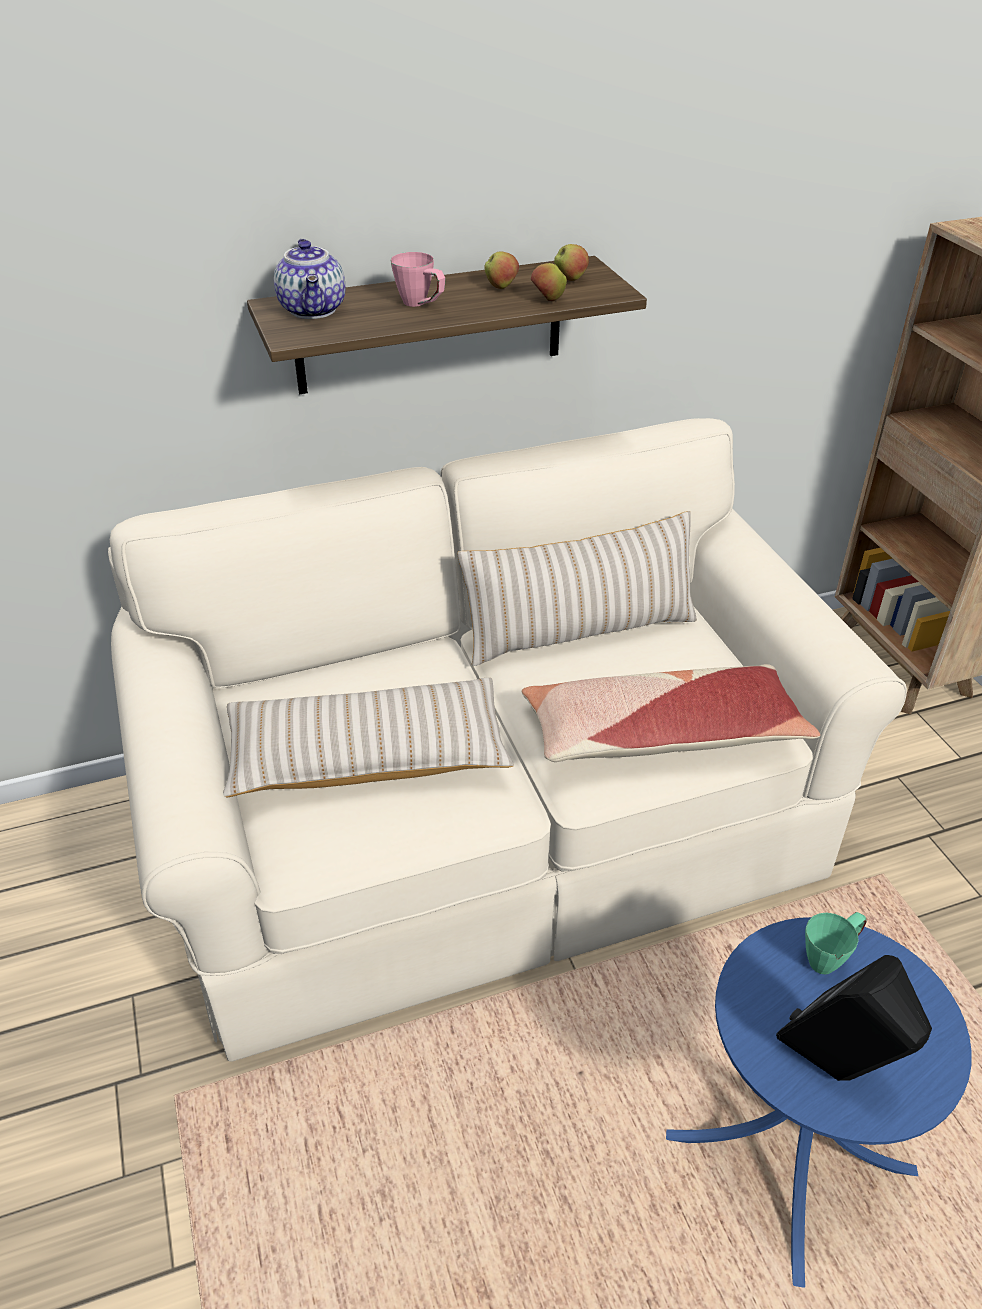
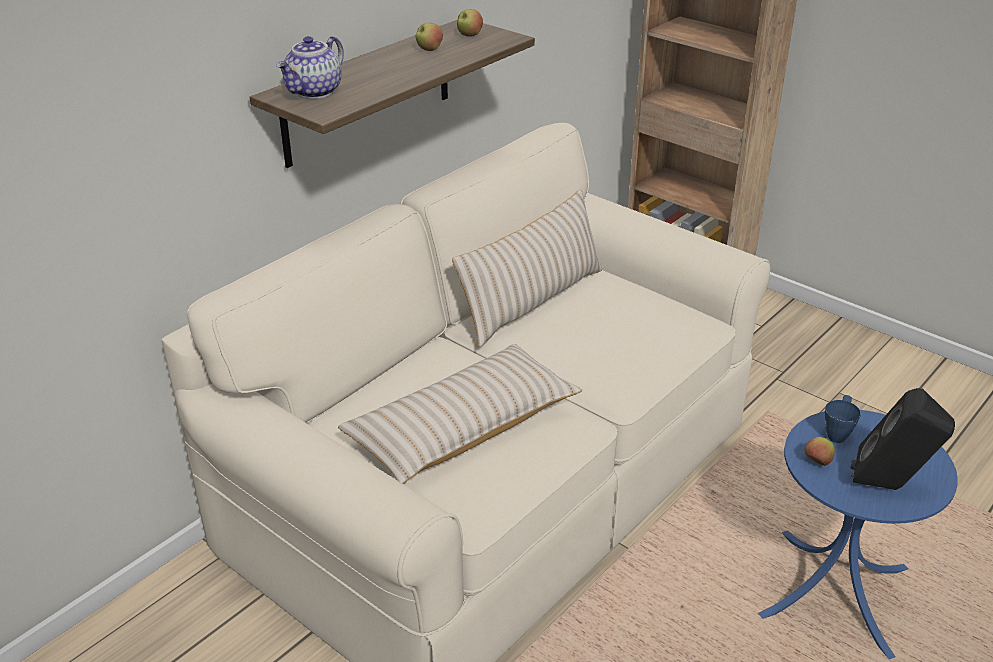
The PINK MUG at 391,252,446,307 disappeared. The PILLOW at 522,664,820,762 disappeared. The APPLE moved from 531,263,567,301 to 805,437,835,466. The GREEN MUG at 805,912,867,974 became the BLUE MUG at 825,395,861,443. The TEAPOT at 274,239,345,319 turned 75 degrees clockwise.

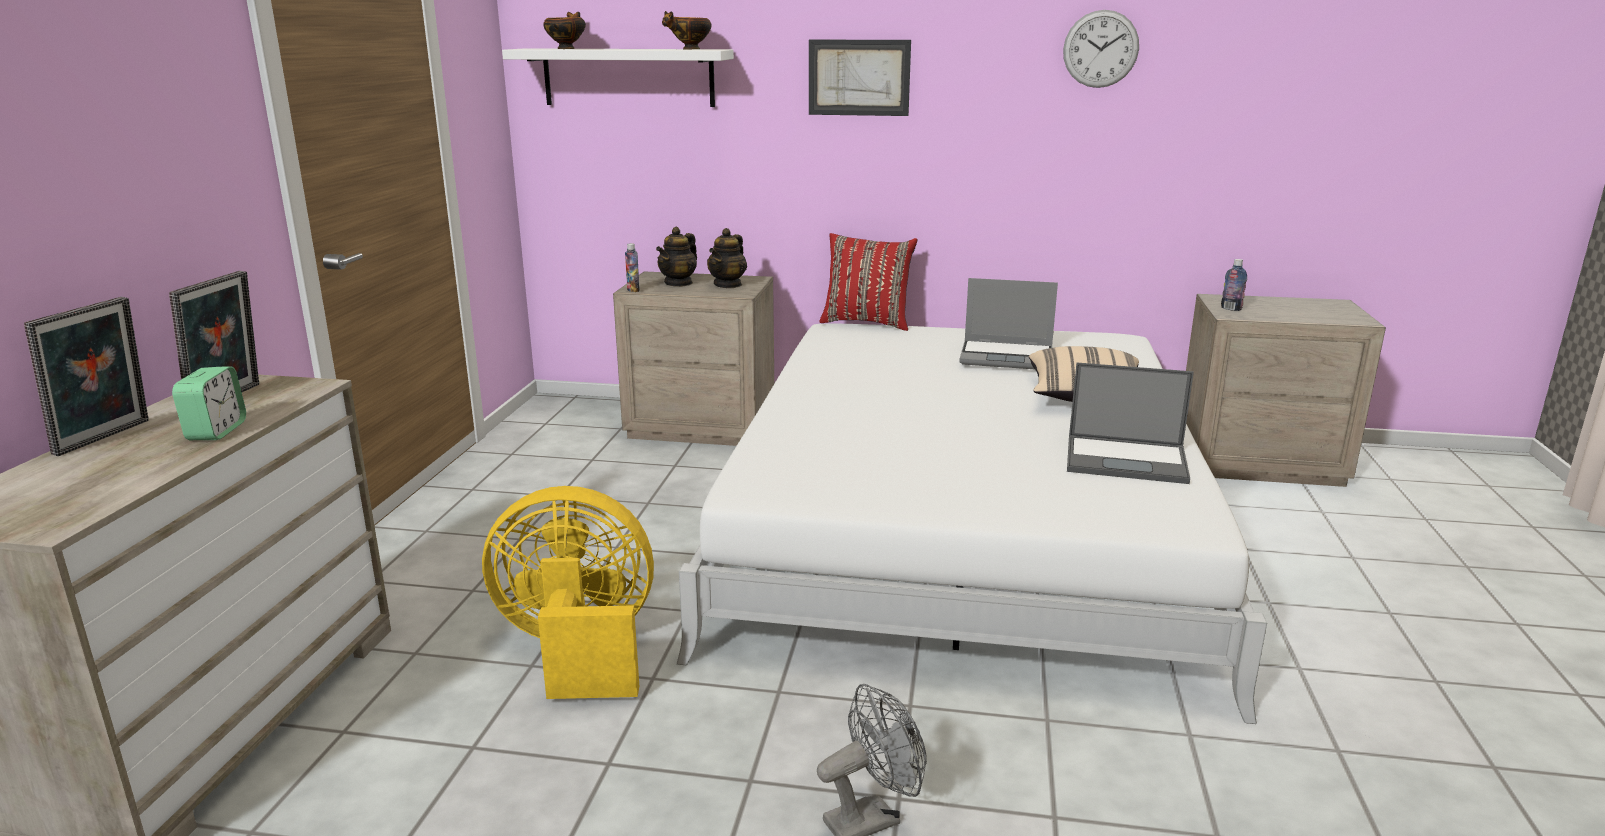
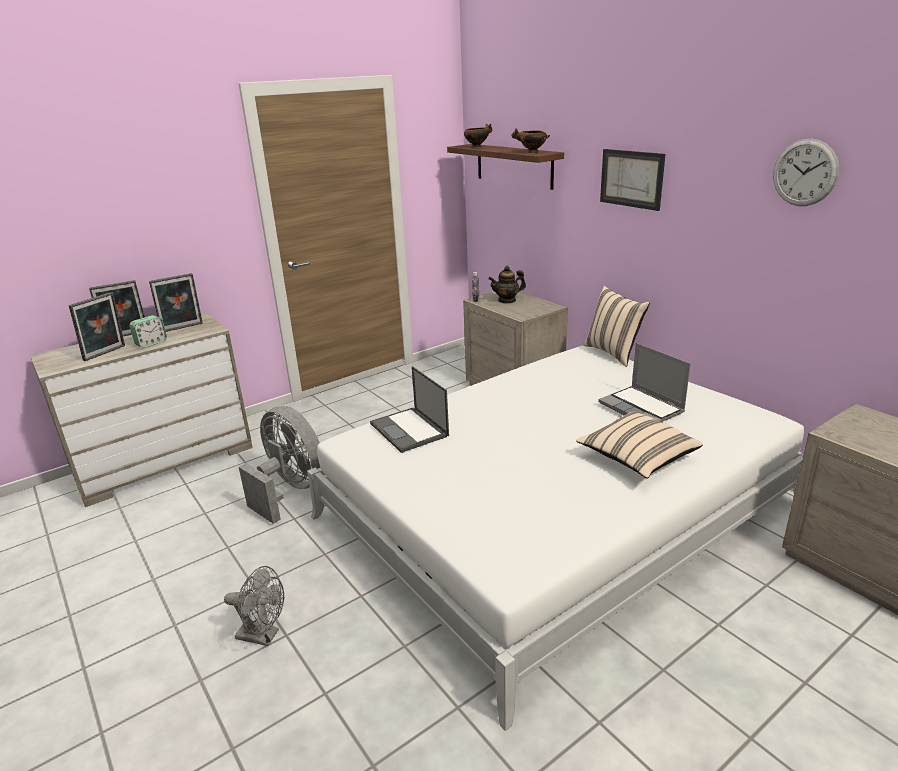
The TEAPOT at 707,228,747,288 disappeared. The BOTTLE at 1221,259,1247,311 disappeared. The PICTURE FRAME at 69,292,125,361 appeared. The LAPTOP moved from 1067,362,1194,484 to 370,366,449,453. The YELLOW FAN at 482,486,654,699 became the GREY FAN at 239,406,320,524. The WHITE SHELF at 502,48,734,107 became the BROWN SHELF at 447,144,564,190. The RED PILLOW at 819,233,917,331 became the BEIGE PILLOW at 584,286,650,367.

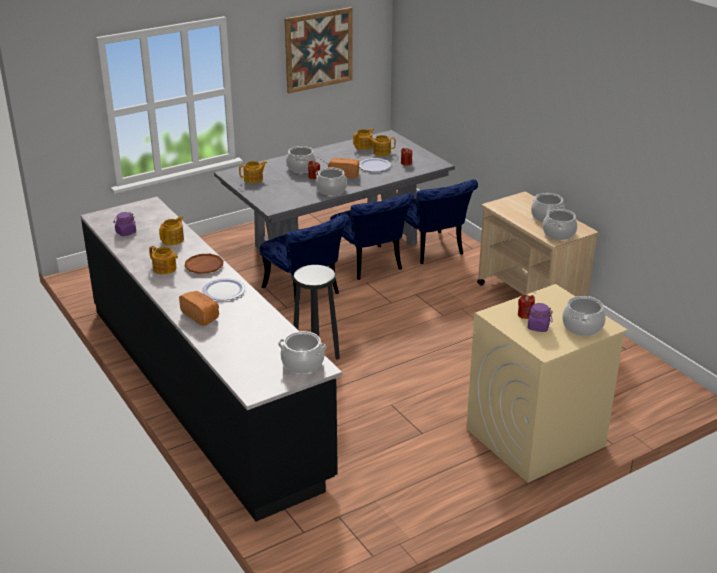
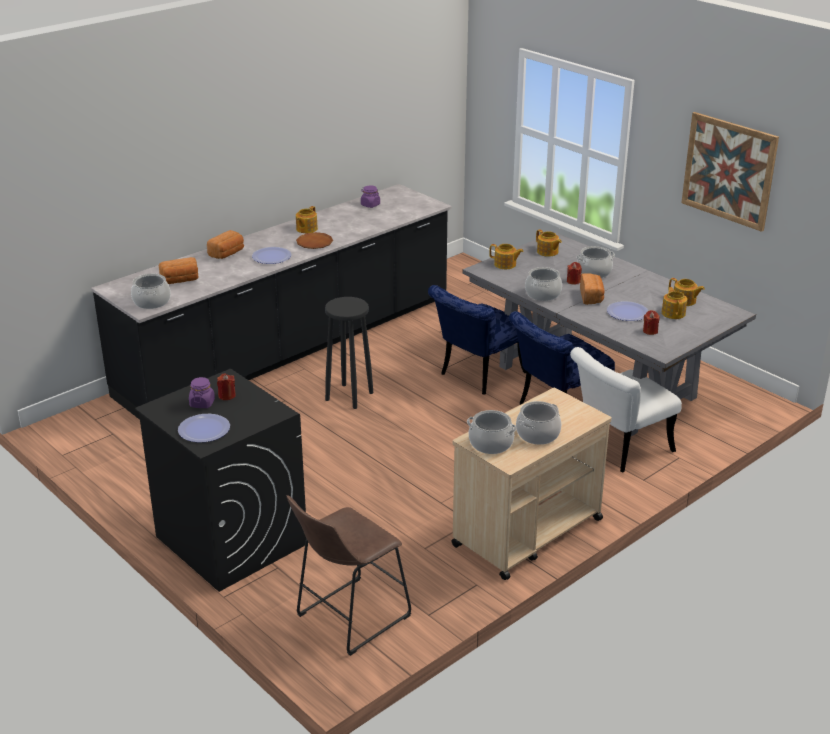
The BREAD at 159,257,198,284 appeared. The BROWN STOOL at 287,495,411,656 appeared. The TEAPOT moved from 159,216,184,245 to 489,244,524,269. The COOKING POT at 562,296,605,336 was replaced by the PLATE at 178,414,230,442. The BLUE CHAIR at 393,179,478,264 became the WHITE CHAIR at 570,347,682,472. The BEIGE WASHING MACHINE at 466,284,628,483 became the BLACK WASHING MACHINE at 135,369,306,592.

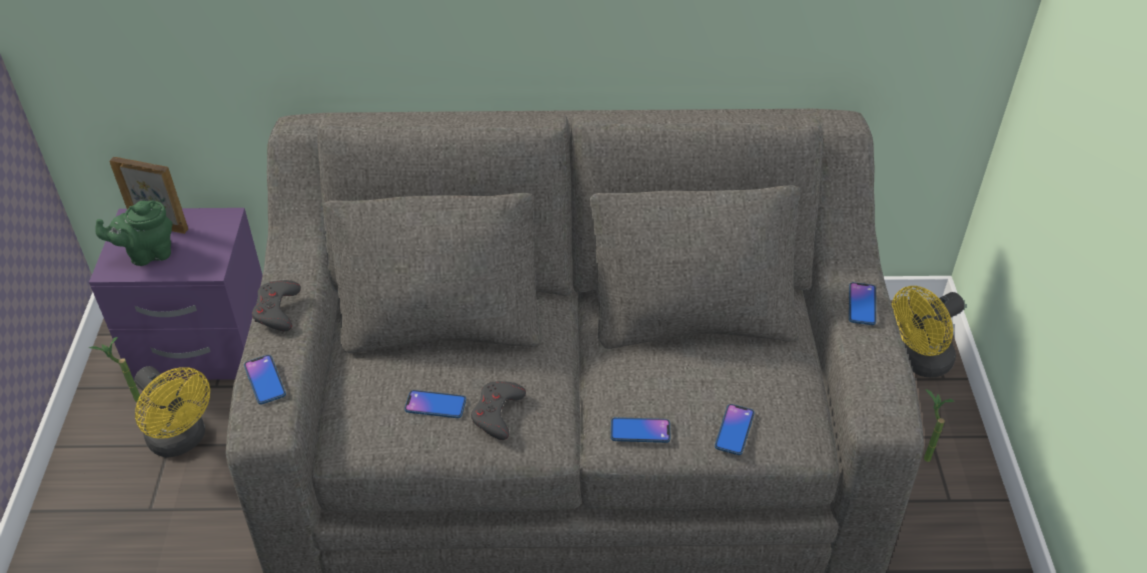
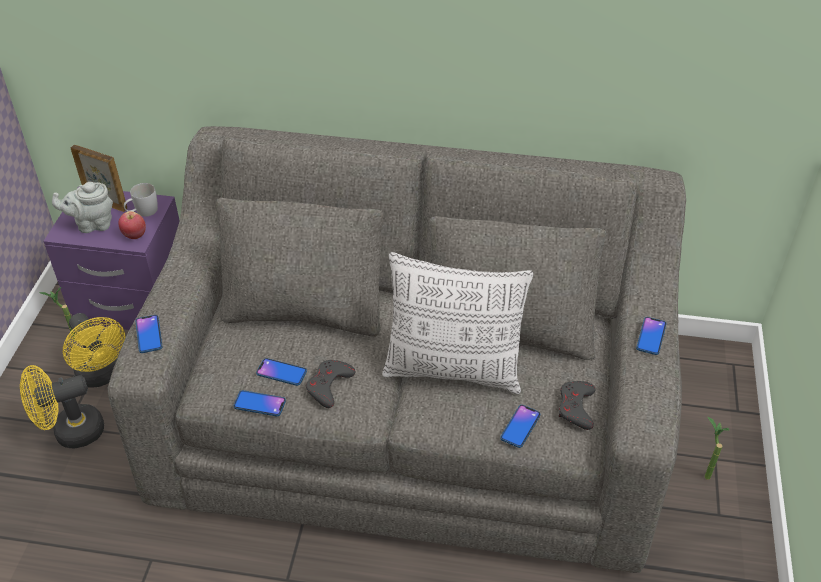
The APPLE at 118,211,146,239 appeared. The WHITE MUG at 124,183,158,217 appeared. The PILLOW at 382,252,534,395 appeared. The GREY GAME CONTROLLER moved from 252,280,301,331 to 559,381,595,430. The PHONE moved from 611,417,670,443 to 234,390,286,416. The YELLOW FAN moved from 891,286,964,377 to 20,365,104,449. The GREEN TEAPOT at 96,201,173,266 became the GREY TEAPOT at 52,182,113,233.

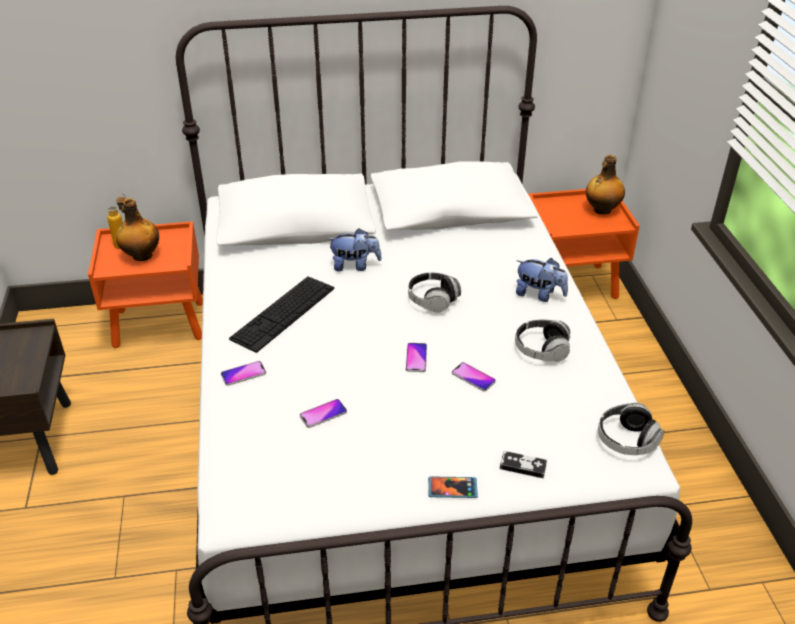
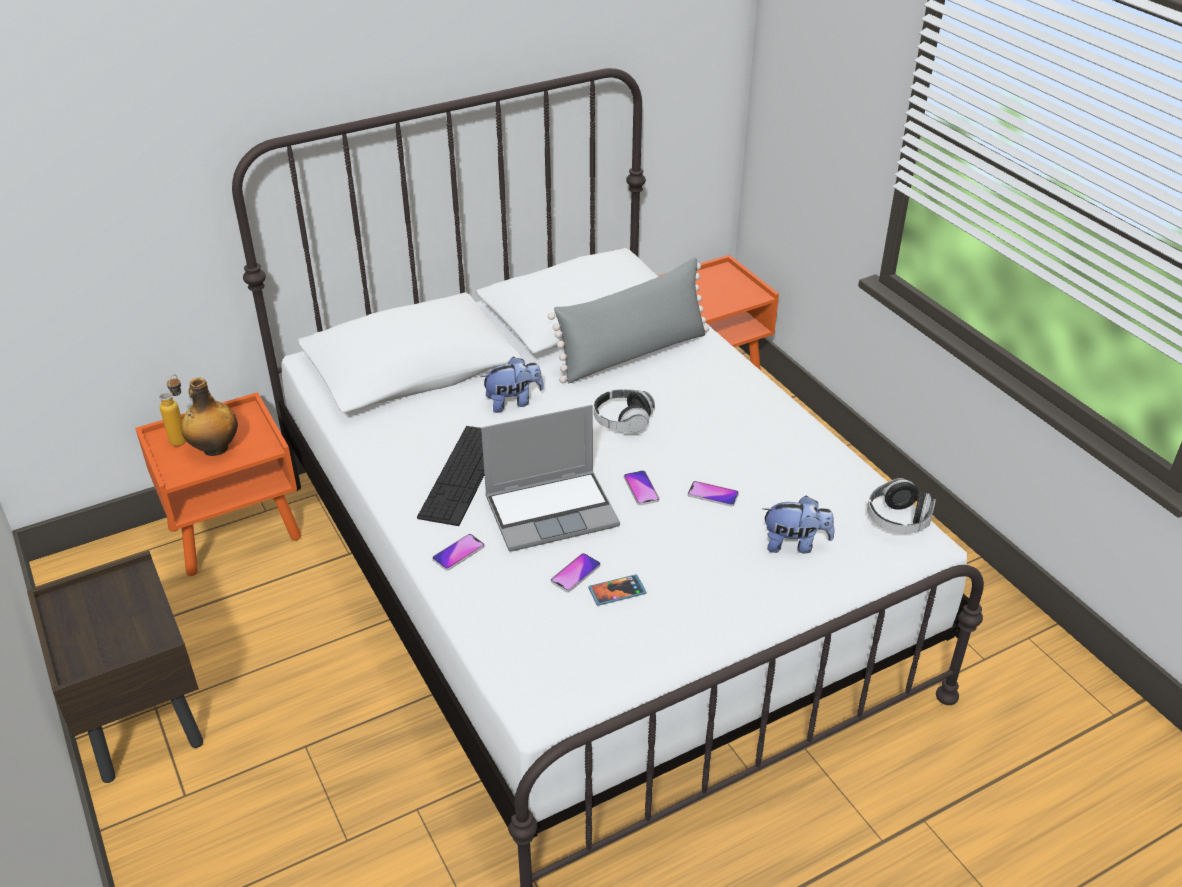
The GAME CONTROLLER at 500,451,547,478 disappeared. The HEADPHONES at 515,320,571,362 disappeared. The BOTTLE at 586,155,625,214 disappeared. The LAPTOP at 481,405,620,552 appeared. The GREY PILLOW at 548,258,709,384 appeared. The PHONE moved from 428,476,478,498 to 588,574,647,606. The PLUSH TOY moved from 516,258,568,302 to 762,495,834,554.

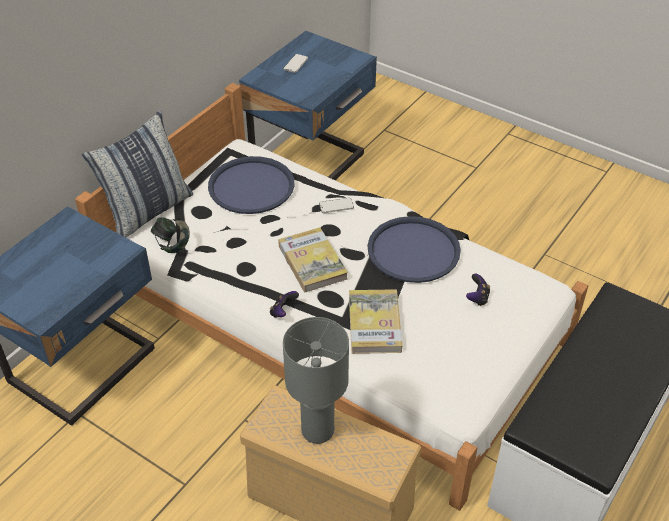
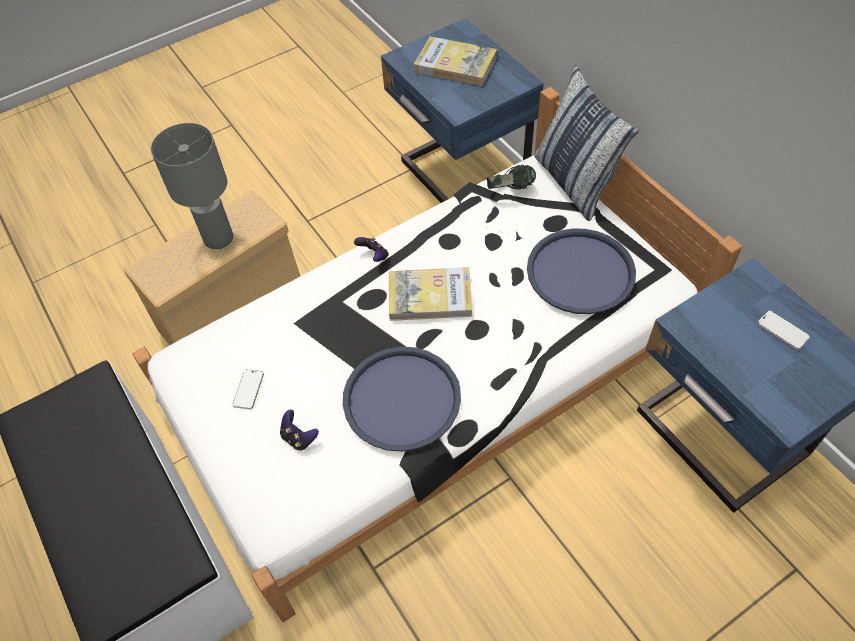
The PHONE moved from 319,198,354,213 to 233,369,264,409. The BOOK moved from 349,289,402,354 to 414,36,497,86.

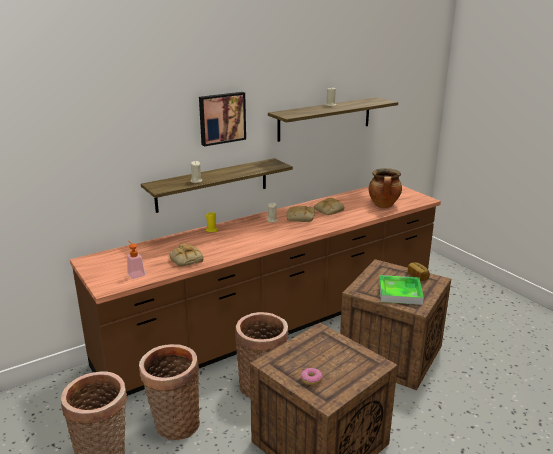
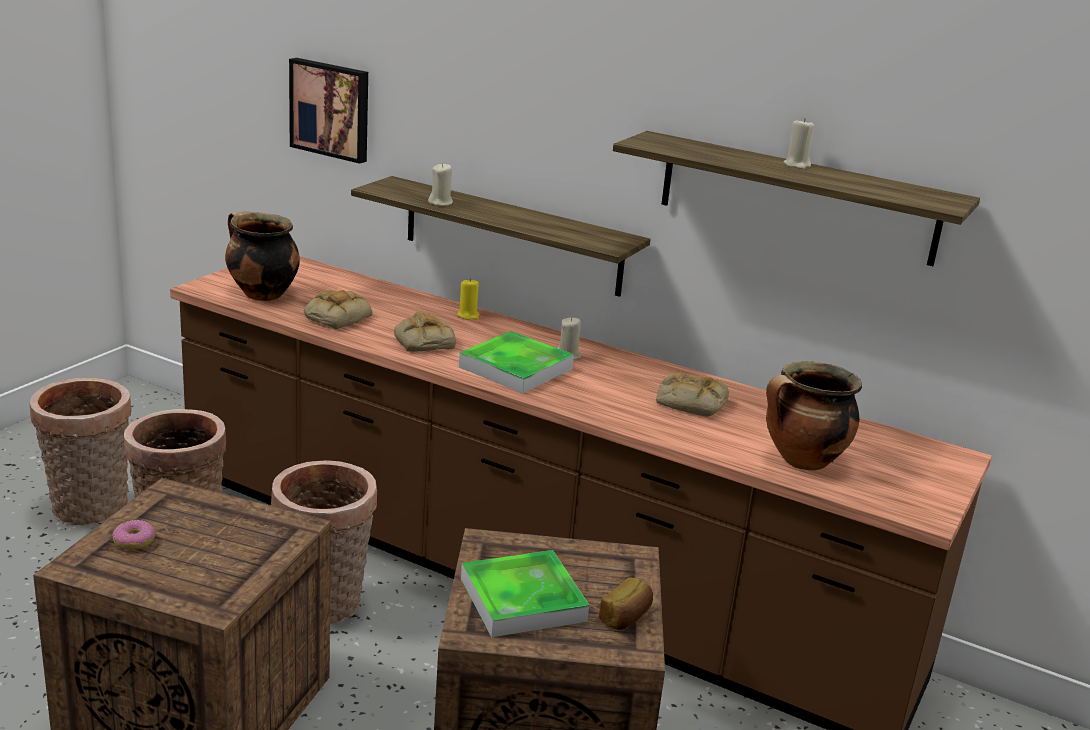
The TRAY at 459,331,574,393 appeared. The PICTURE moved from 199,92,246,146 to 289,58,368,164. The BREAD moved from 286,206,315,222 to 394,312,456,352. The SOAP DISPENSER at 127,241,145,279 was replaced by the COOKING POT at 225,212,300,301.

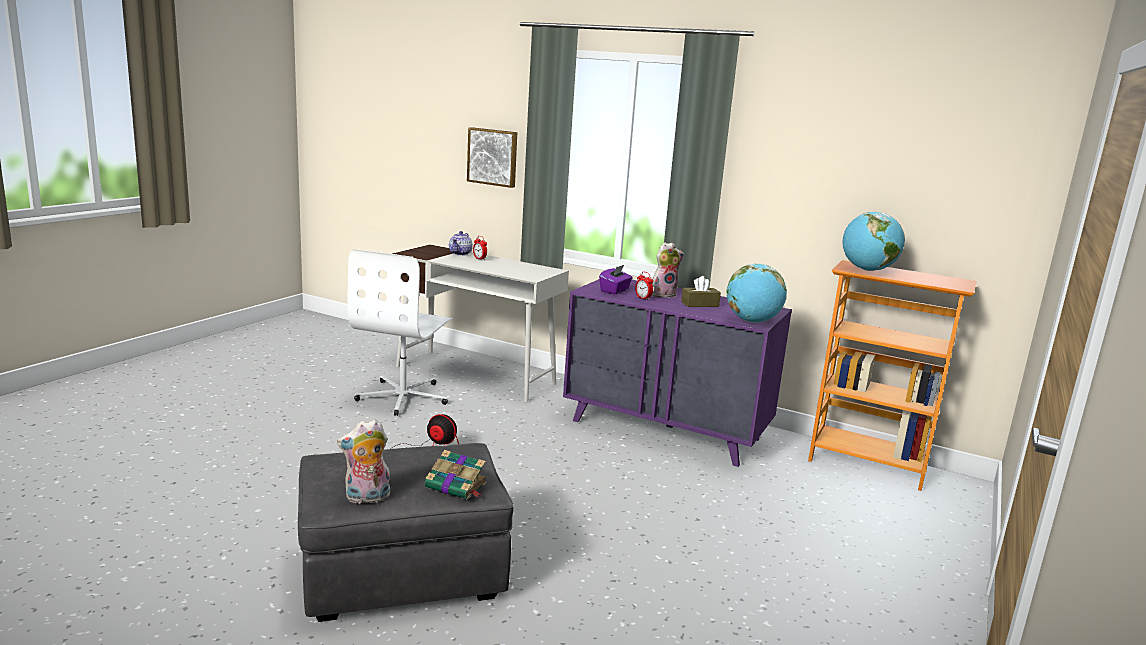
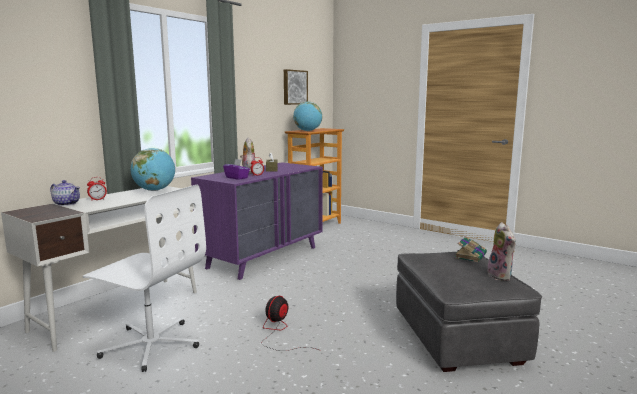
The PICTURE moved from 467,127,517,188 to 284,69,308,105. The GLOBE moved from 727,264,787,323 to 130,148,175,191.

